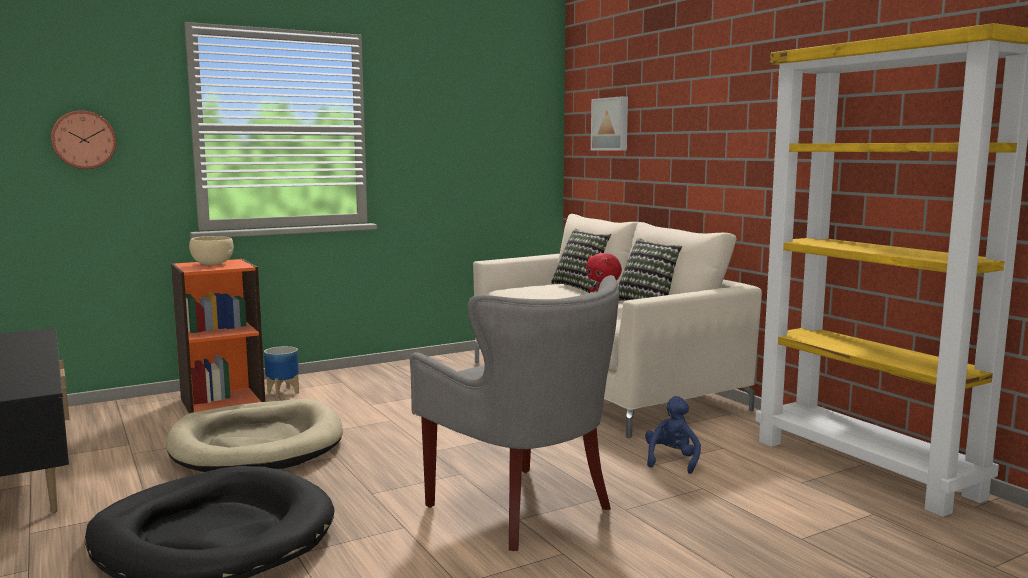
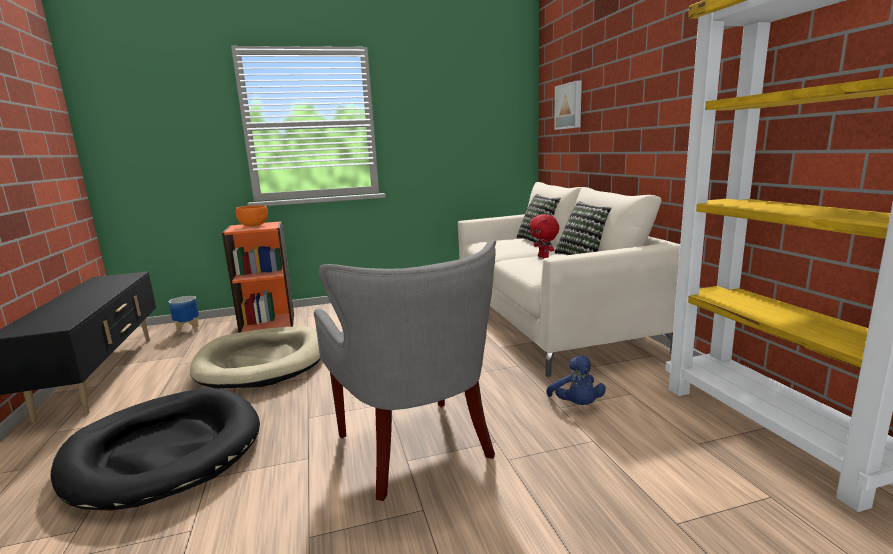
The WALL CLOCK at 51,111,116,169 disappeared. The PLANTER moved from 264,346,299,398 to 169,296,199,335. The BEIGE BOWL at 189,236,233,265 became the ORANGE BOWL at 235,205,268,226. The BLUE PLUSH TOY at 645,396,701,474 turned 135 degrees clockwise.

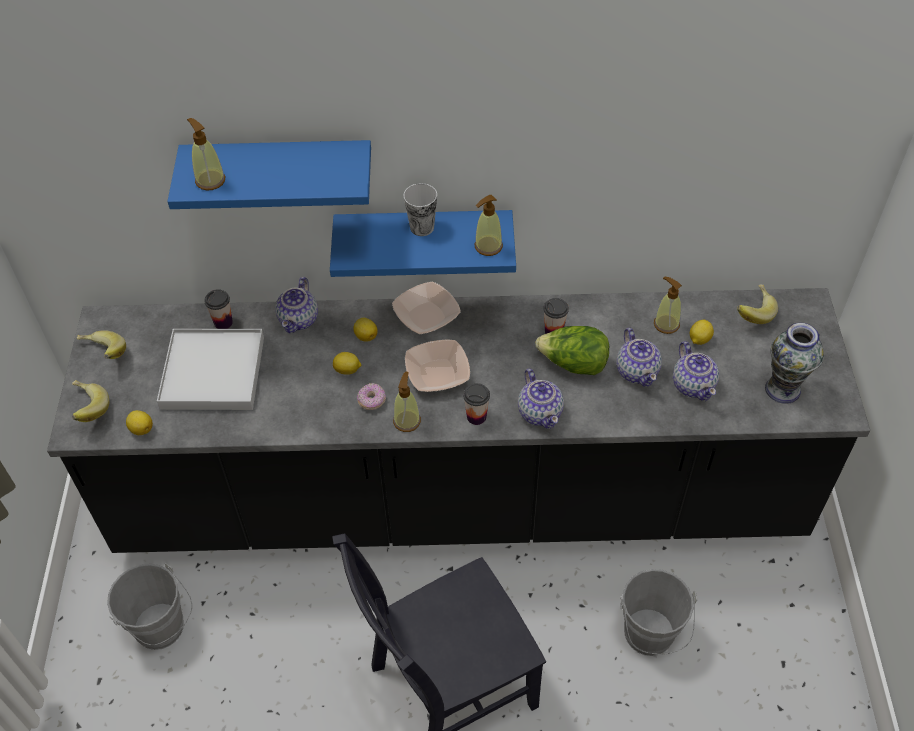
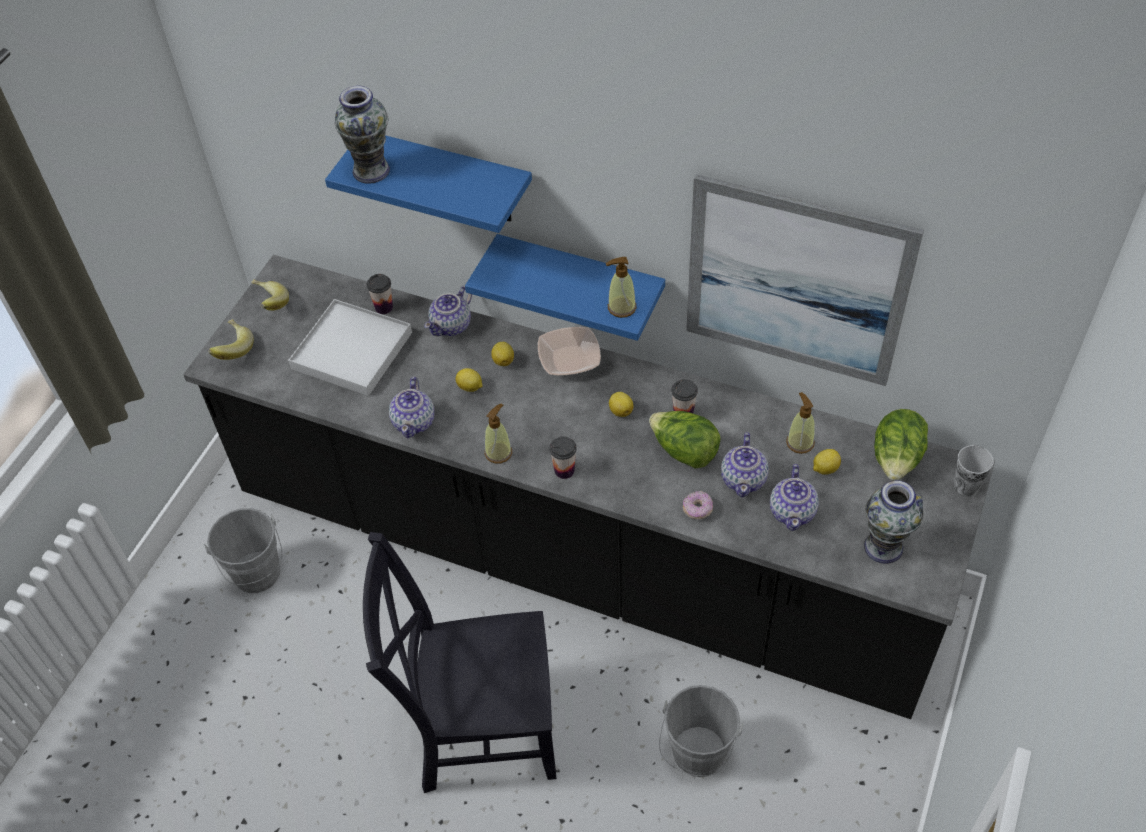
The BOWL at 405,339,470,392 disappeared. The PICTURE at 686,174,924,386 appeared. The LEMON moved from 126,410,153,435 to 609,392,633,417. The DONUT moved from 357,383,386,410 to 683,491,713,519. The CUP moved from 403,183,437,236 to 953,445,994,497. The TEAPOT moved from 518,369,564,429 to 389,377,434,438. The SOAP DISPENSER at 187,118,225,190 was replaced by the VASE at 335,86,390,184. The BANANA at 737,284,778,324 was replaced by the LETTUCE at 874,409,928,481.

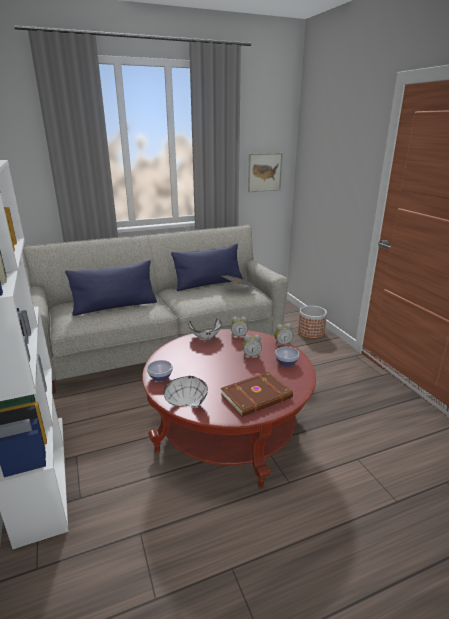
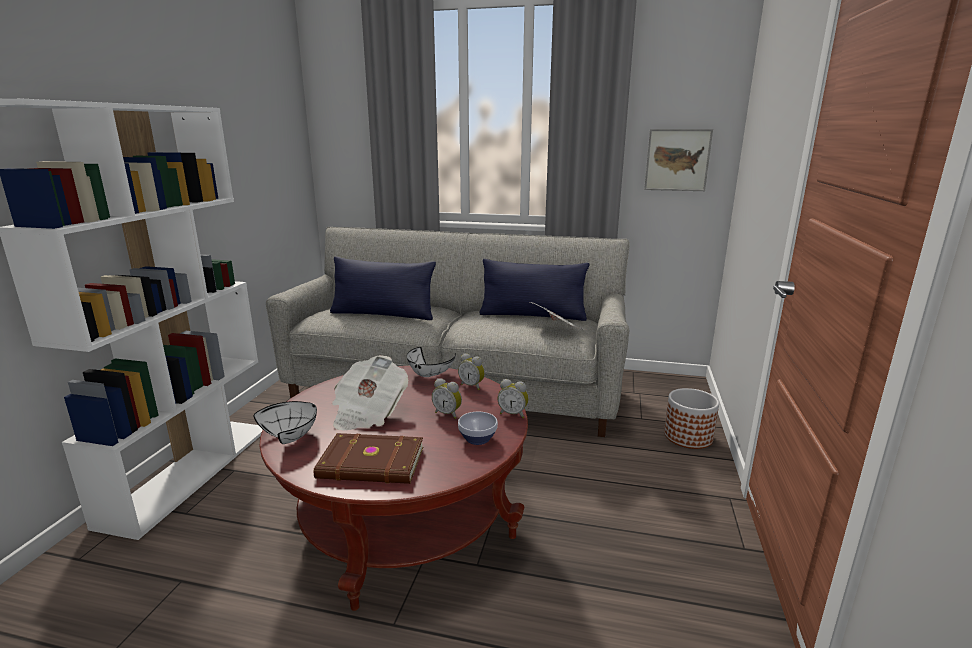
The BOWL at 147,360,173,382 disappeared. The NEWSPAPER at 332,355,409,431 appeared.

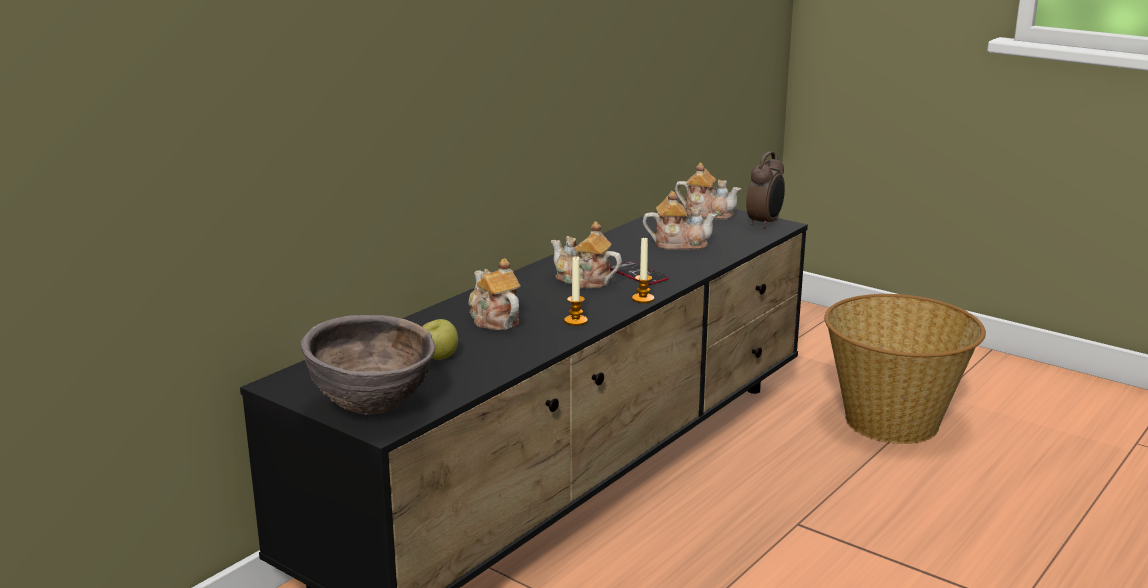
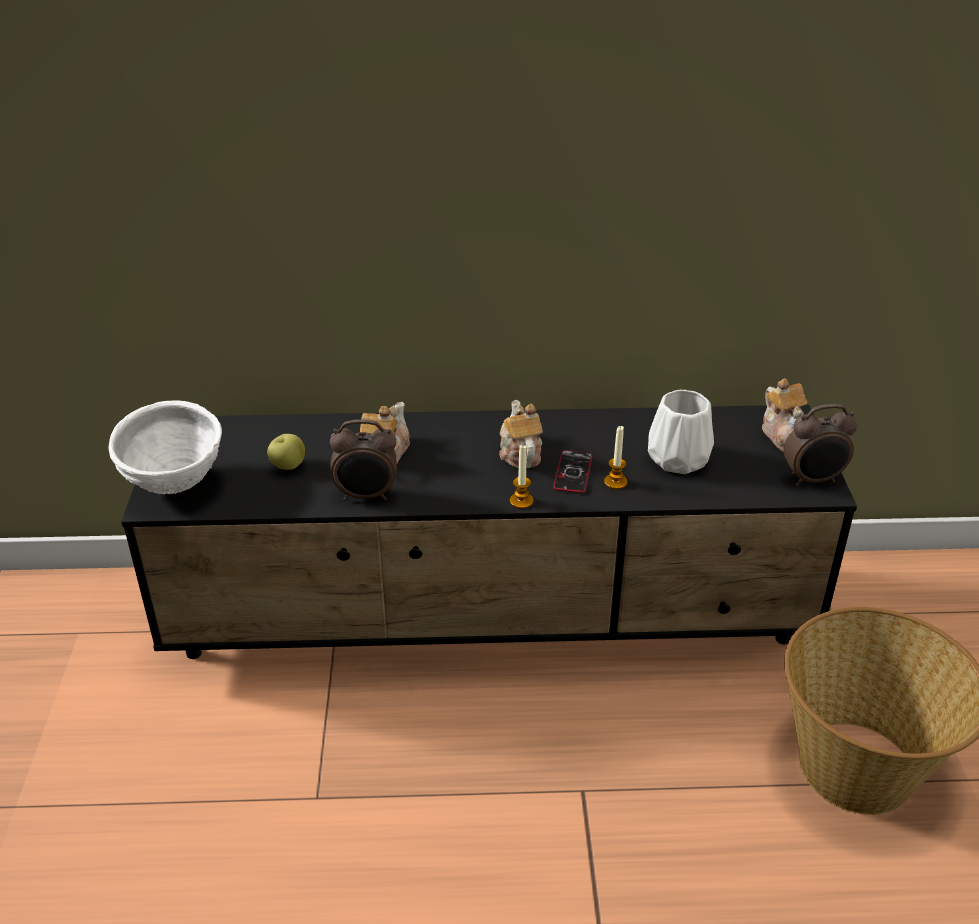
The ALARM CLOCK at 330,420,397,500 appeared. The CANDLE moved from 564,256,588,326 to 604,426,628,489. The TEAPOT at 643,191,717,250 was replaced by the WHITE VASE at 648,390,714,474. The BROWN BOWL at 300,315,435,415 became the WHITE BOWL at 108,400,222,494.

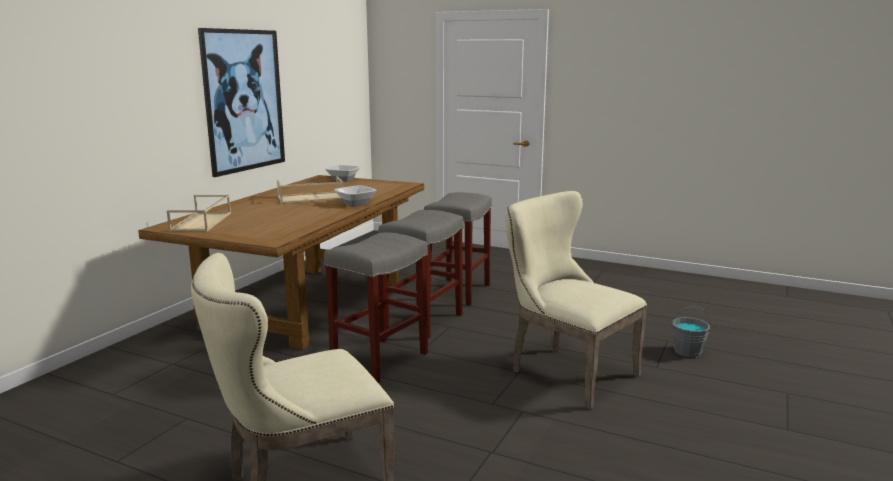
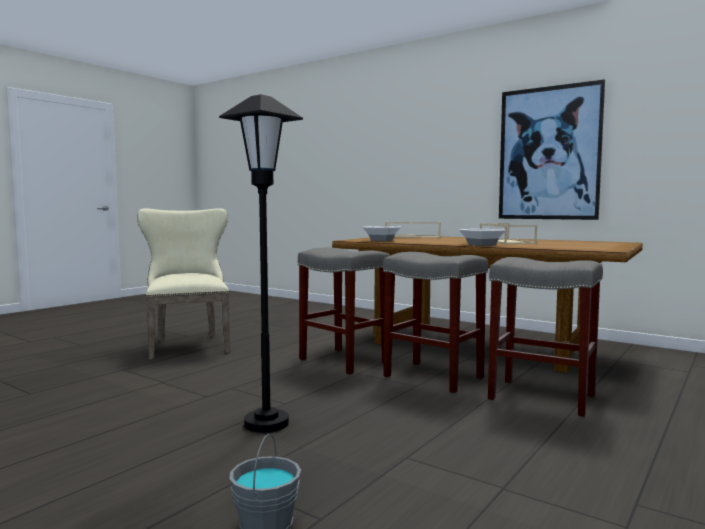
The BOWL moved from 325,165,361,182 to 363,226,401,241. The BEIGE CHAIR at 505,191,647,410 was replaced by the BLACK FLOOR LAMP at 219,94,303,433.

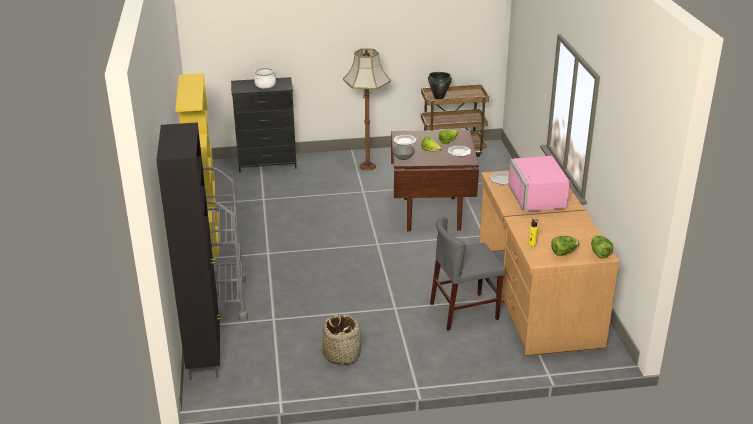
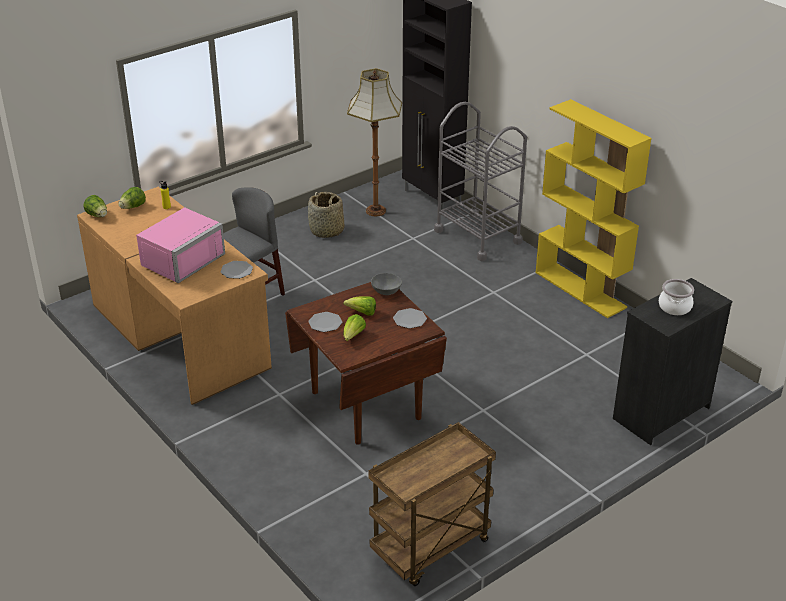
The BLACK COOKING POT at 428,72,452,99 disappeared. The FLOOR LAMP moved from 343,48,391,171 to 347,68,402,216. The PINK MICROWAVE at 508,156,575,211 turned 75 degrees clockwise.

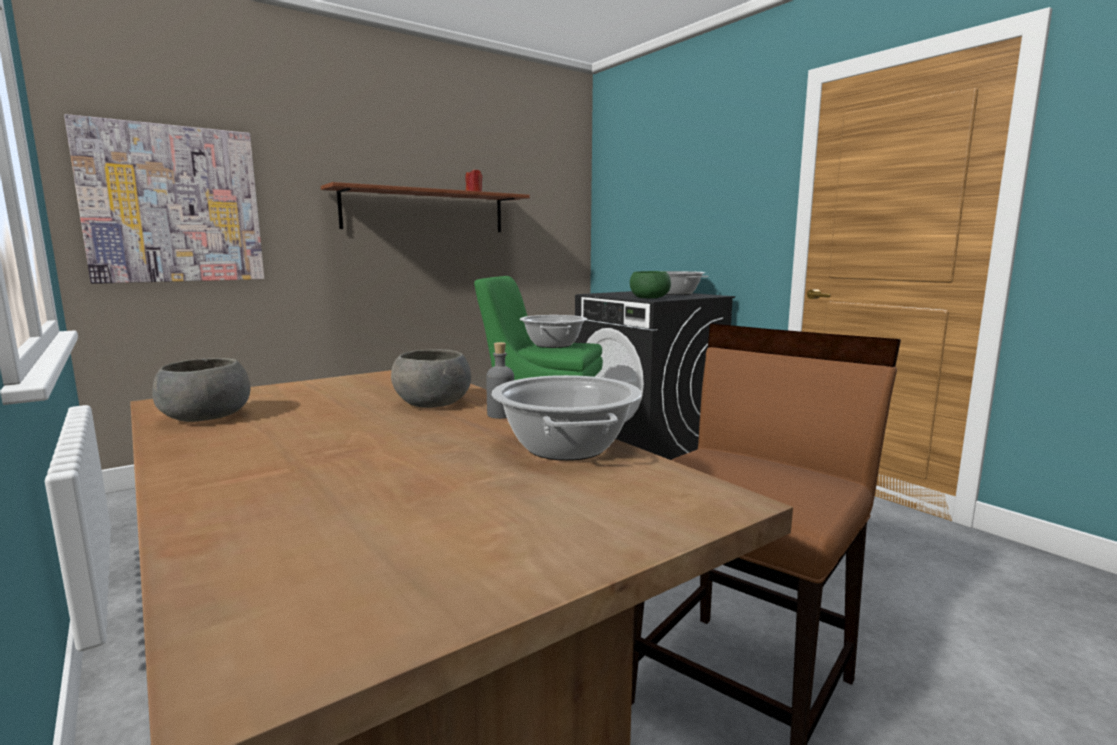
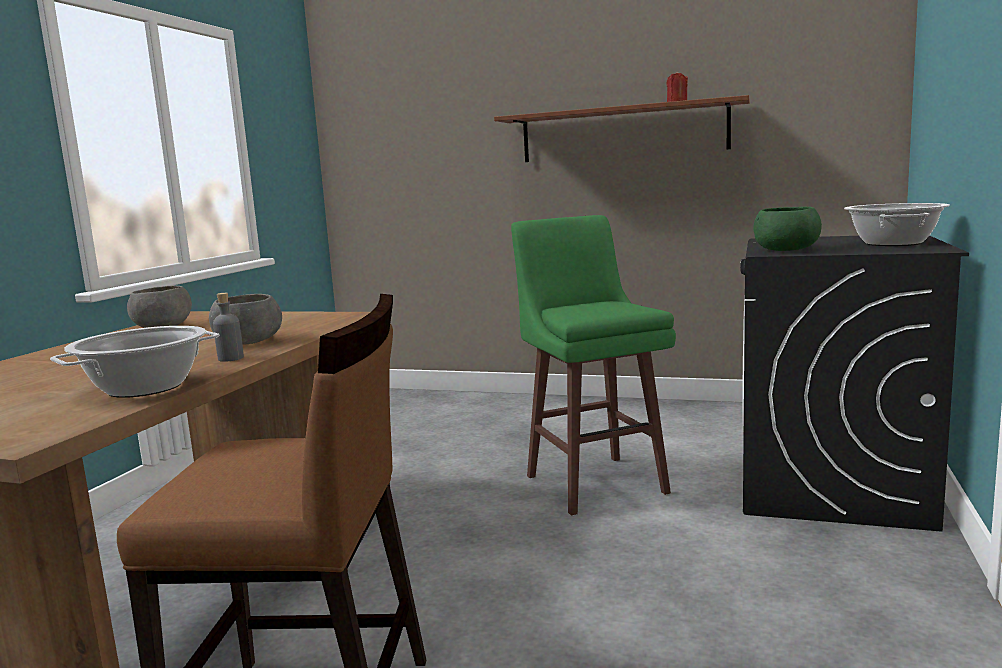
The PICTURE at 64,114,264,284 disappeared. The COOKING POT at 520,315,587,348 disappeared.

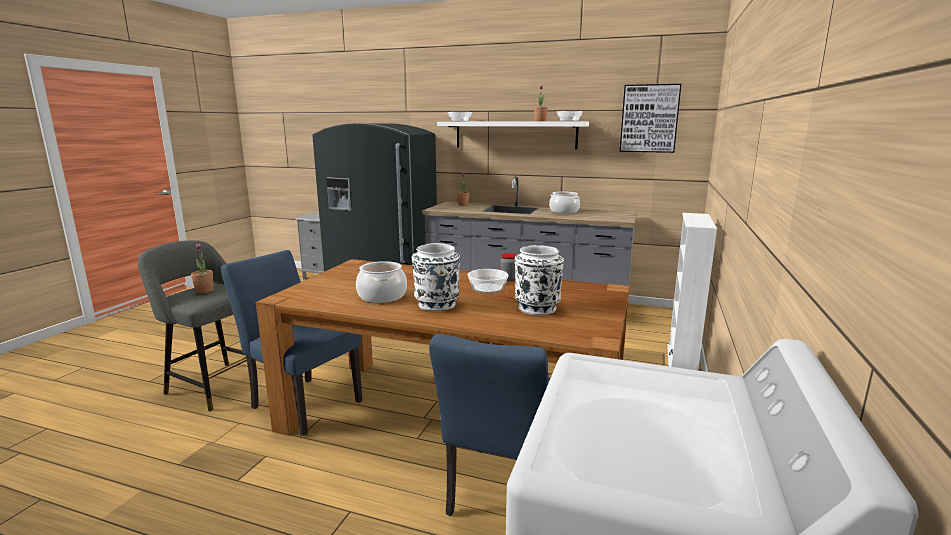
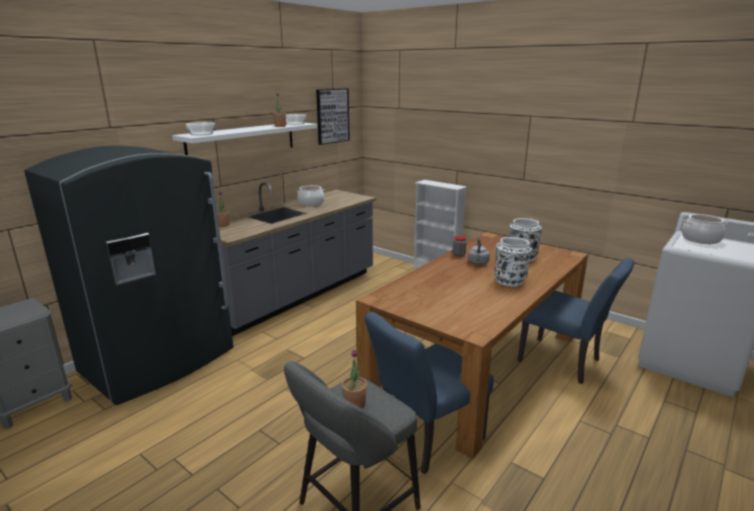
The COOKING POT moved from 356,261,407,303 to 682,214,727,244. The BOWL at 468,269,509,294 was replaced by the GREY KETTLE at 468,237,490,265.

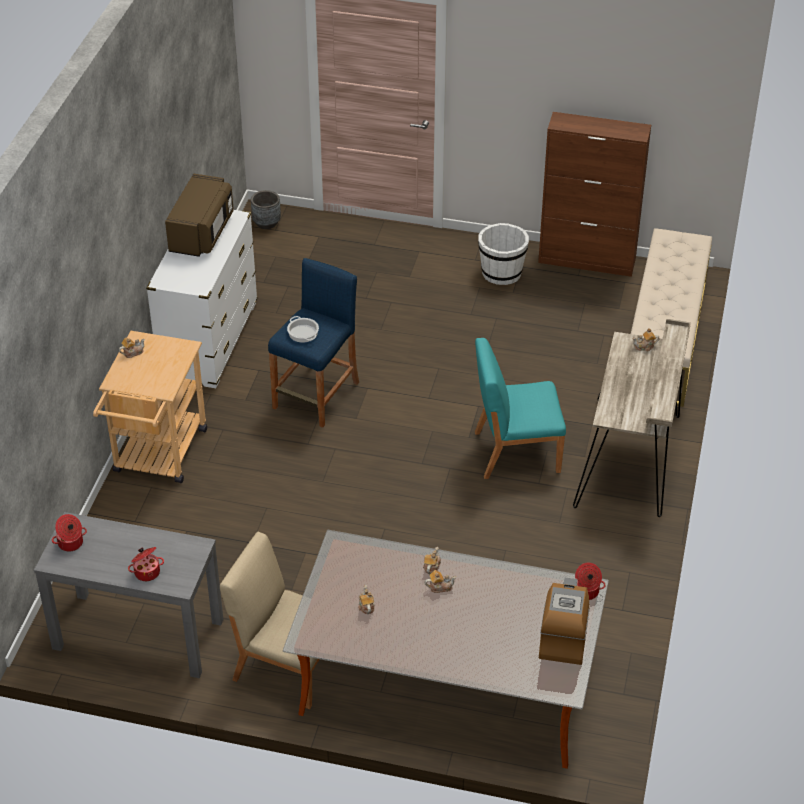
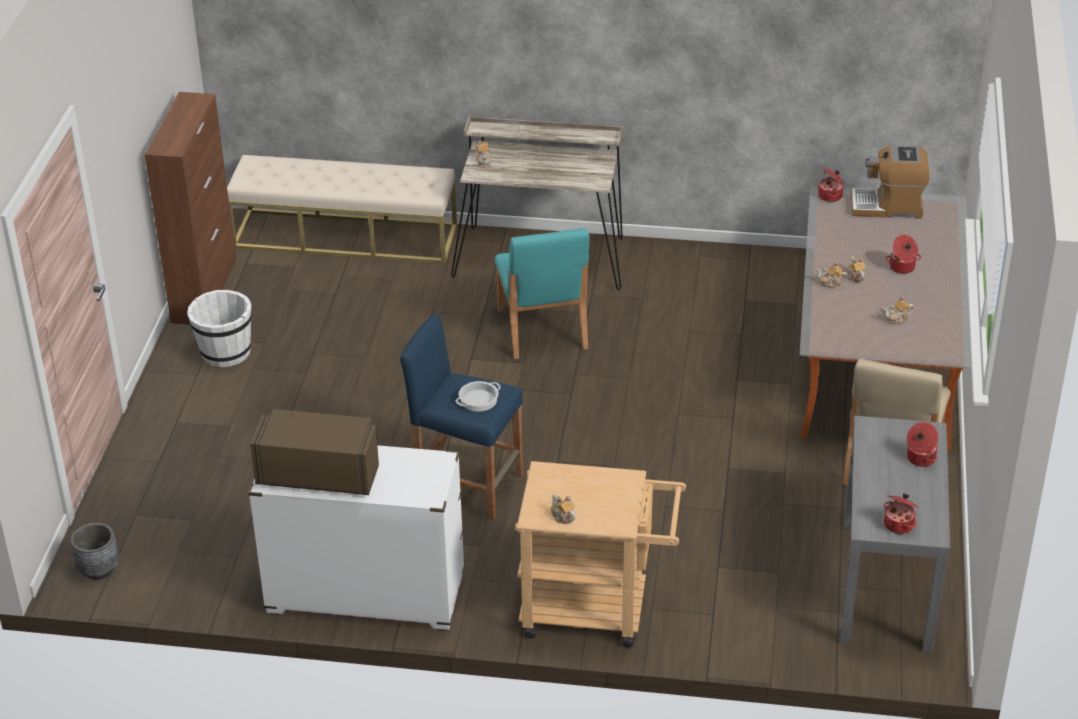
The COOKING POT at 885,235,921,274 appeared.

